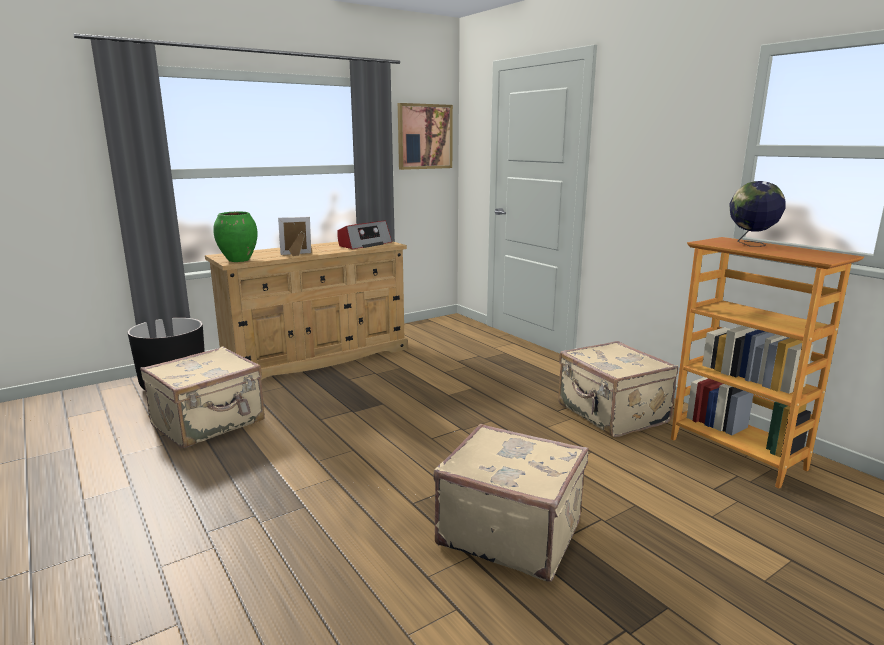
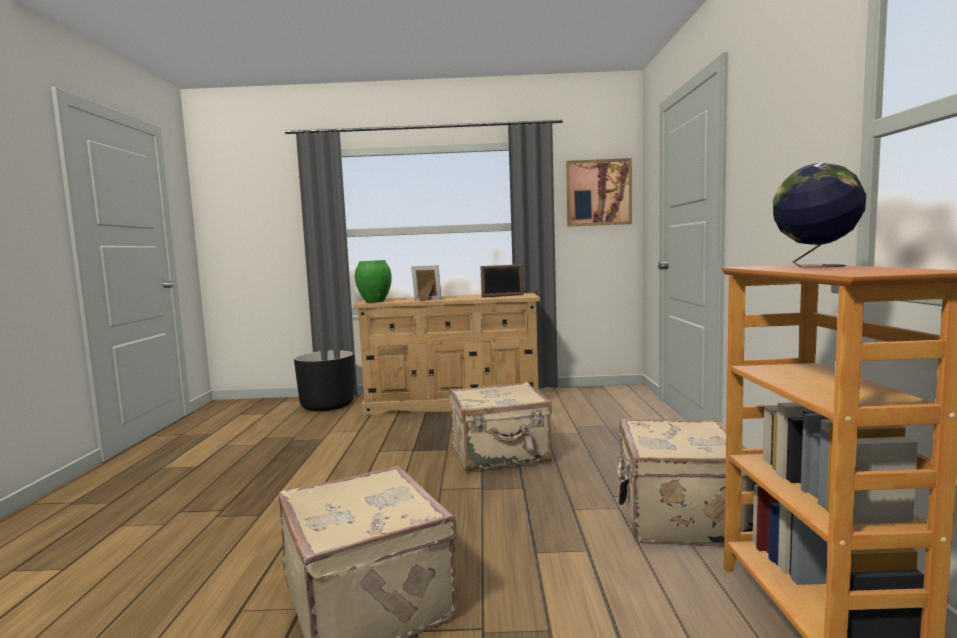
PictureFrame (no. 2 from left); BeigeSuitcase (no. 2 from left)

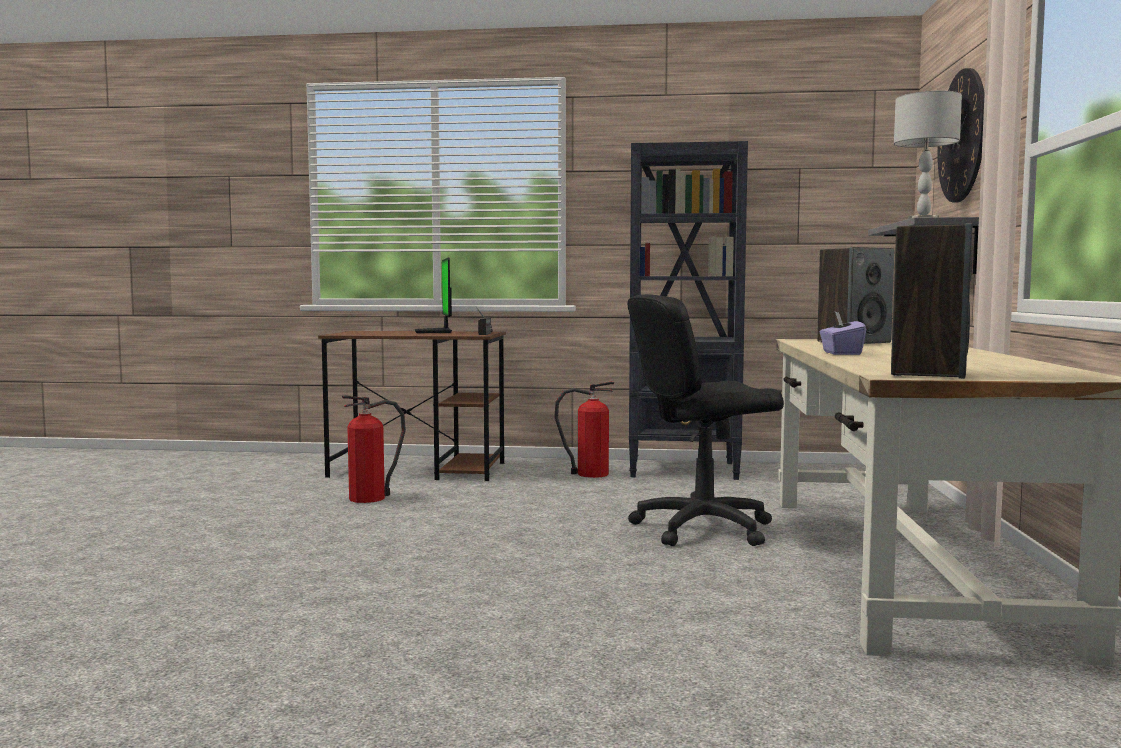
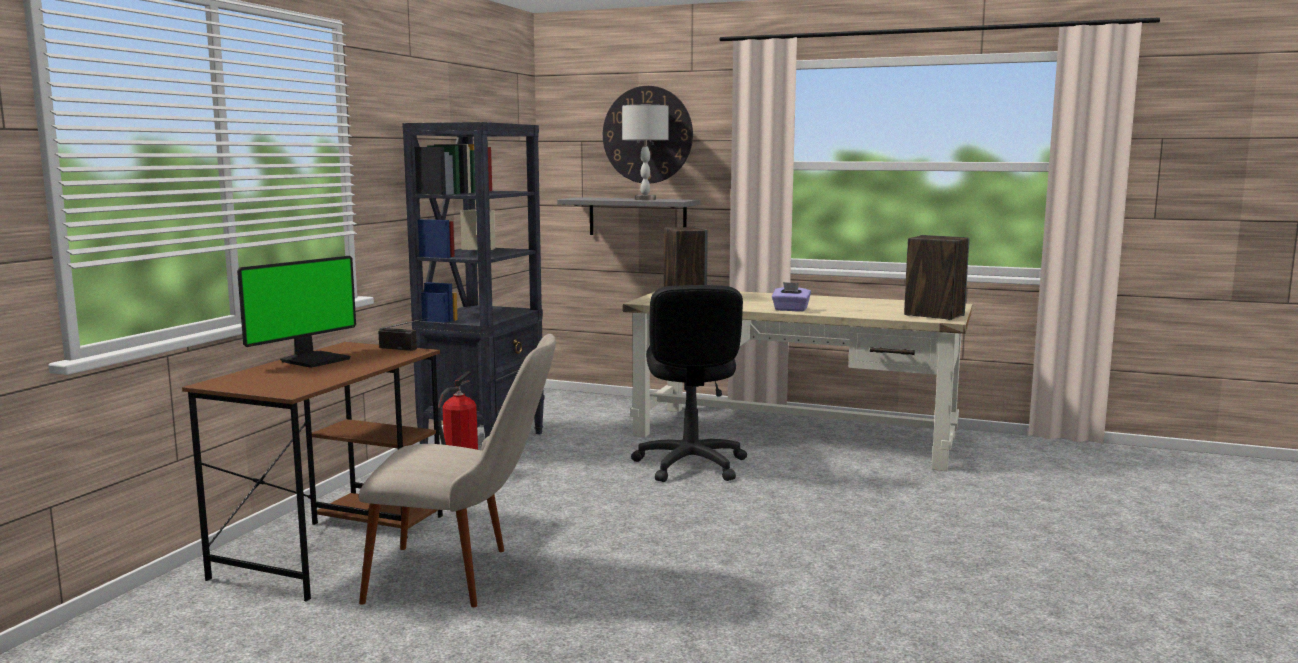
Monitor; BeigeChair

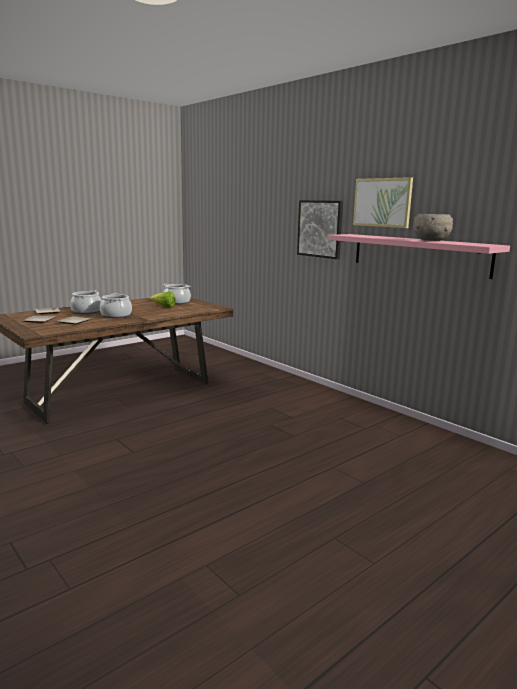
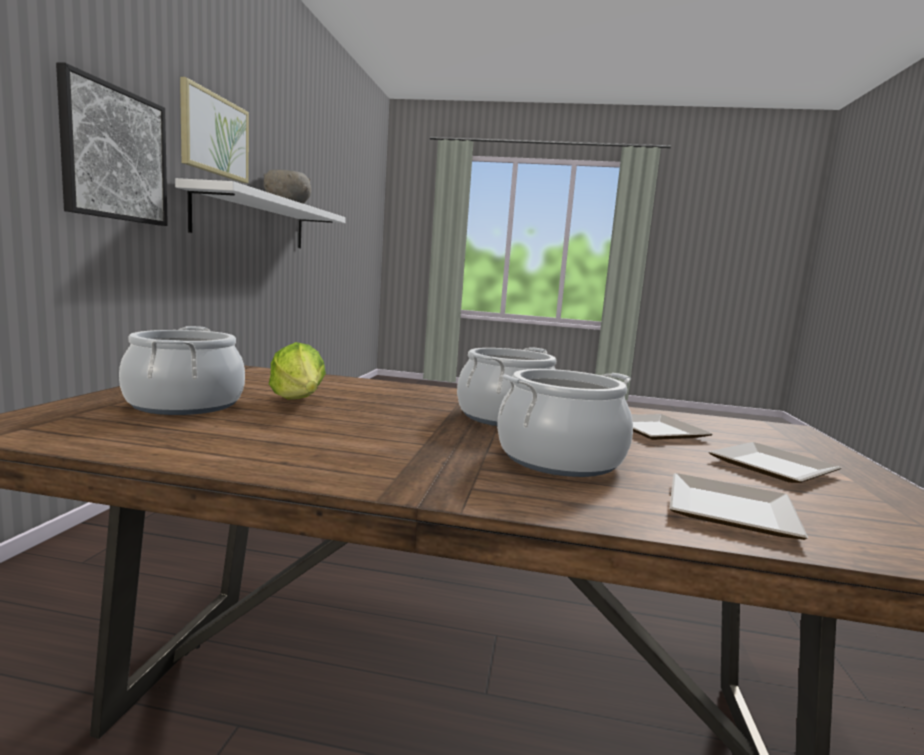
WhiteShelf

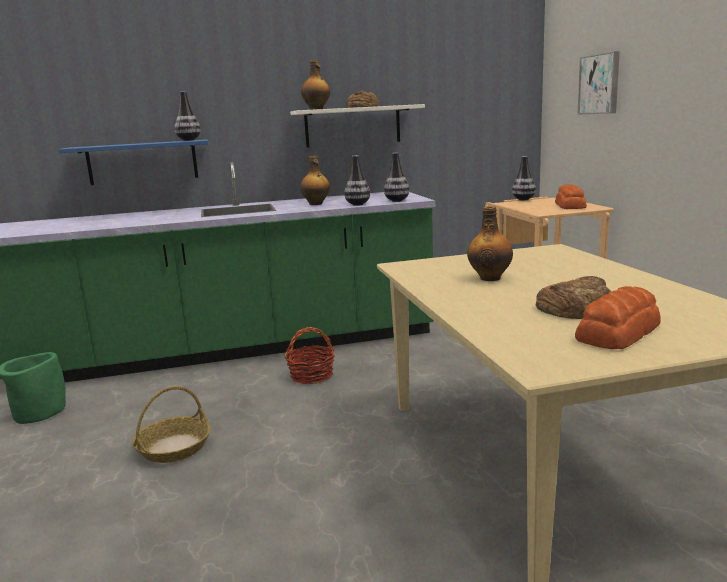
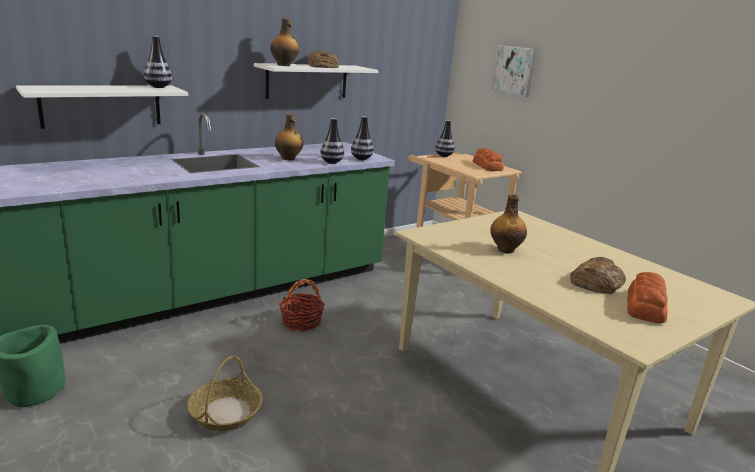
WhiteShelf (no. 1 from left)

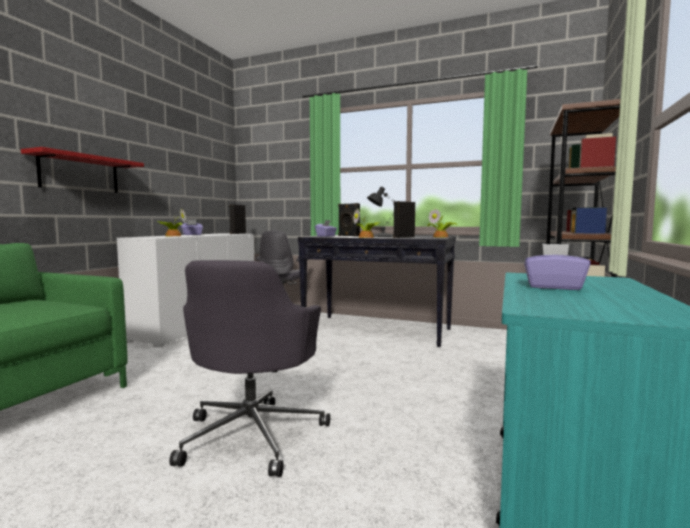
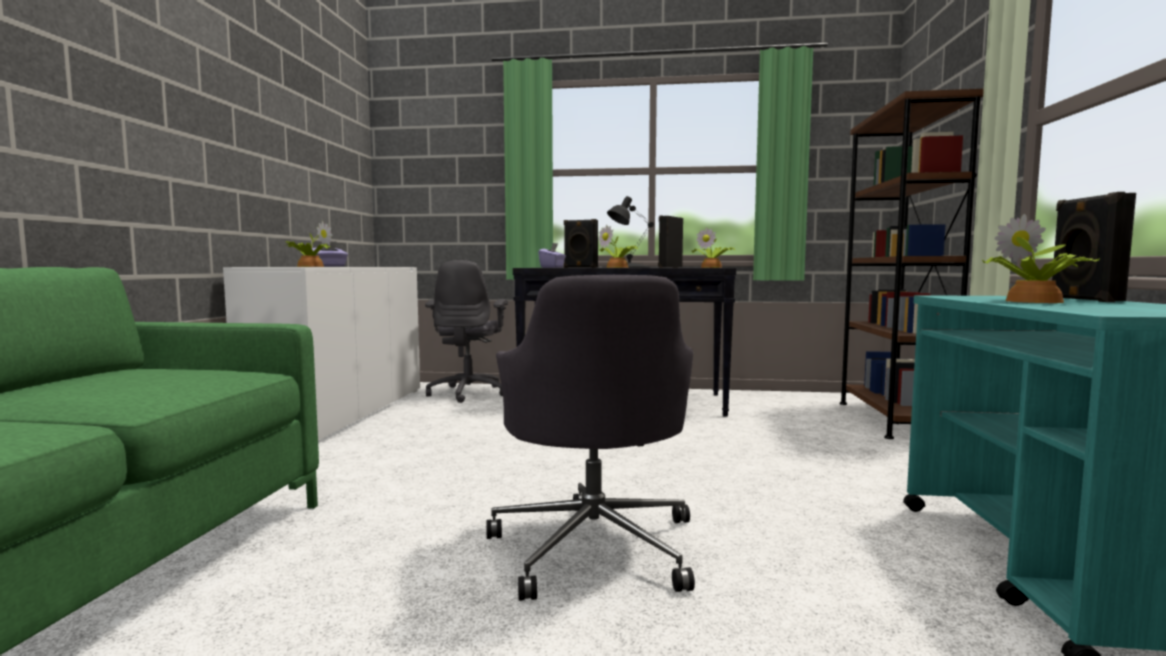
RedShelf; BlackSpeaker (no. 3 from left); PottedPlant (no. 4 from left)

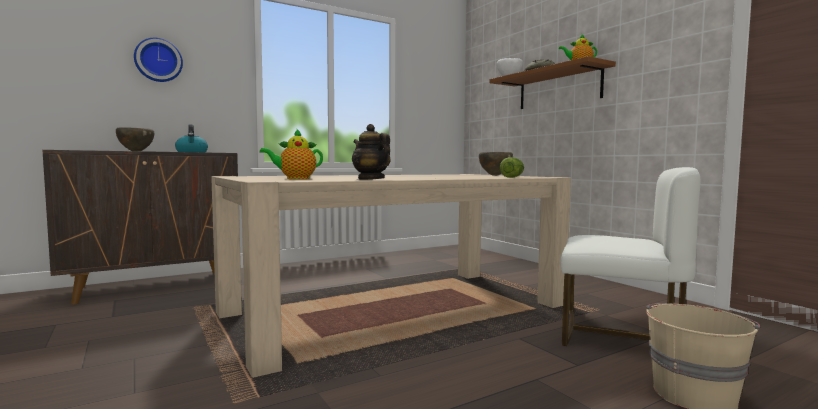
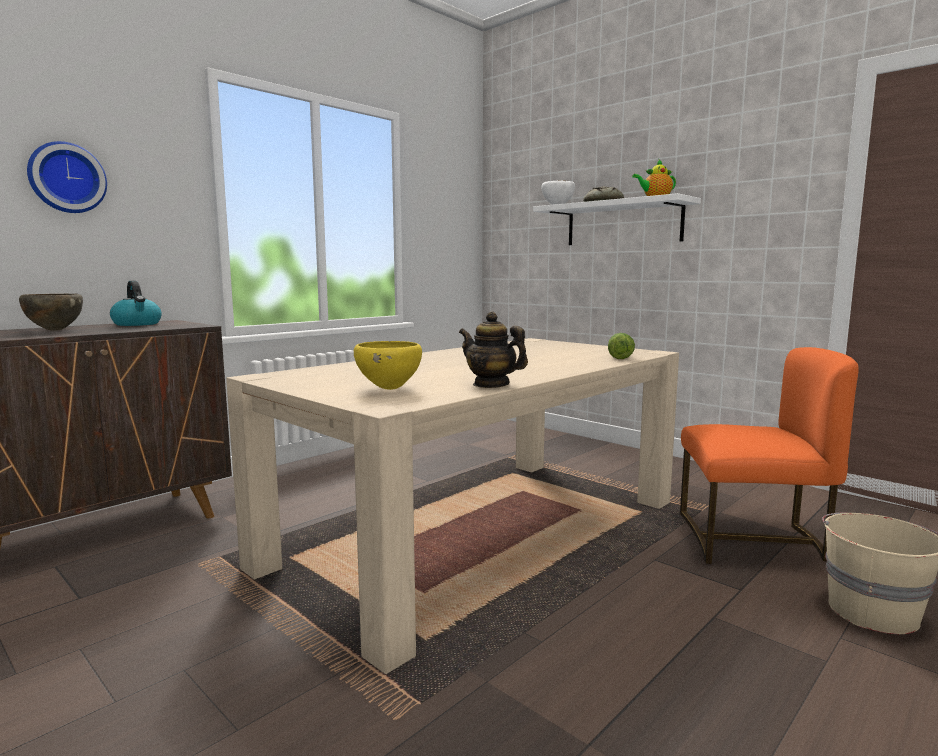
WhiteShelf; YellowBowl; BrownBowl (no. 2 from left in the first image); OrangeChair

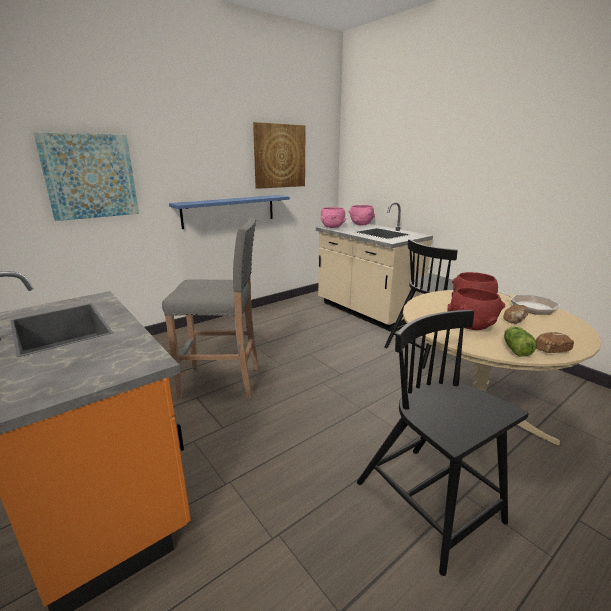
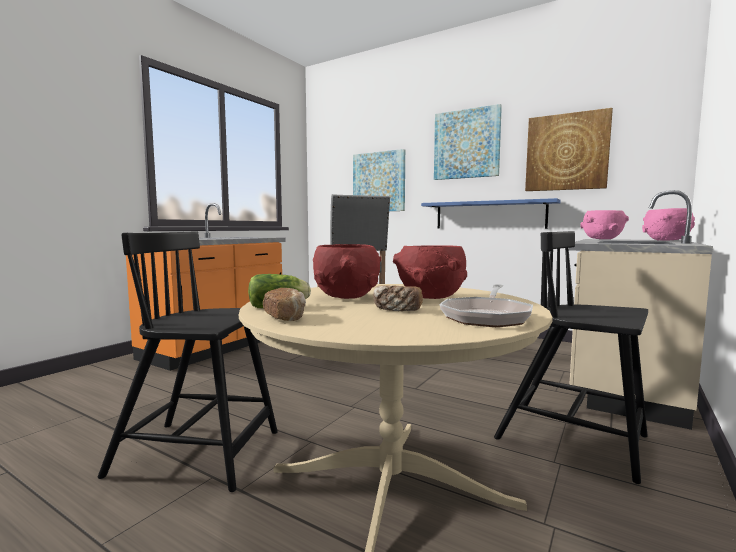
BlackChair (no. 1 from left); Picture (no. 2 from left)

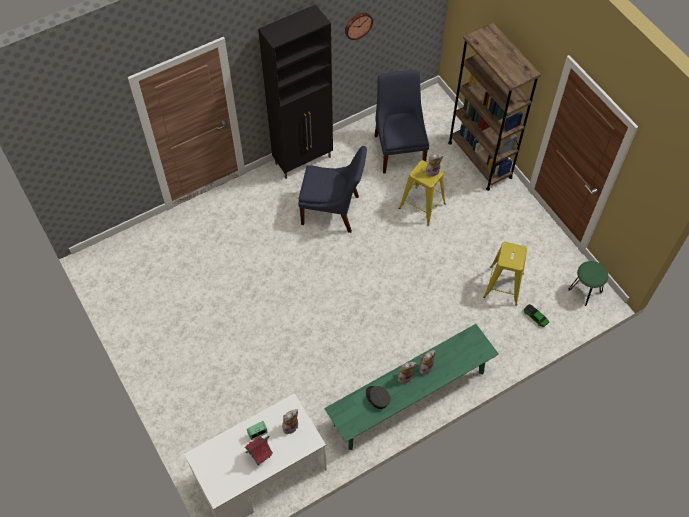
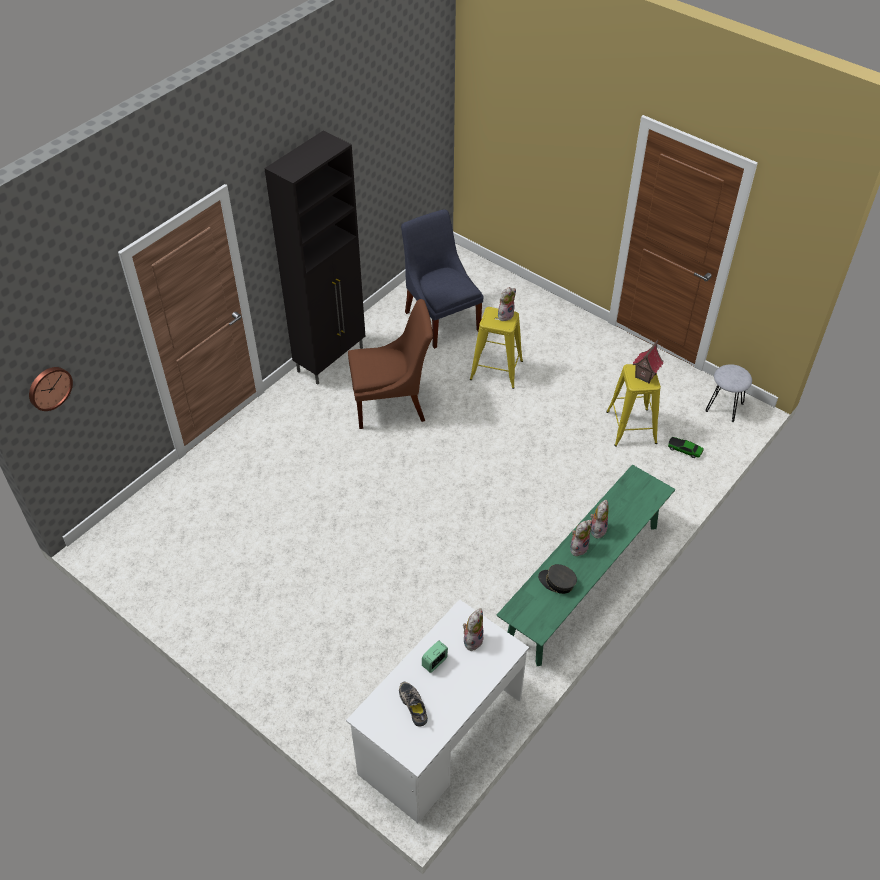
WallClock; BrownBookcase; BrownChair; GreyStool; ToyHouse; Shoe

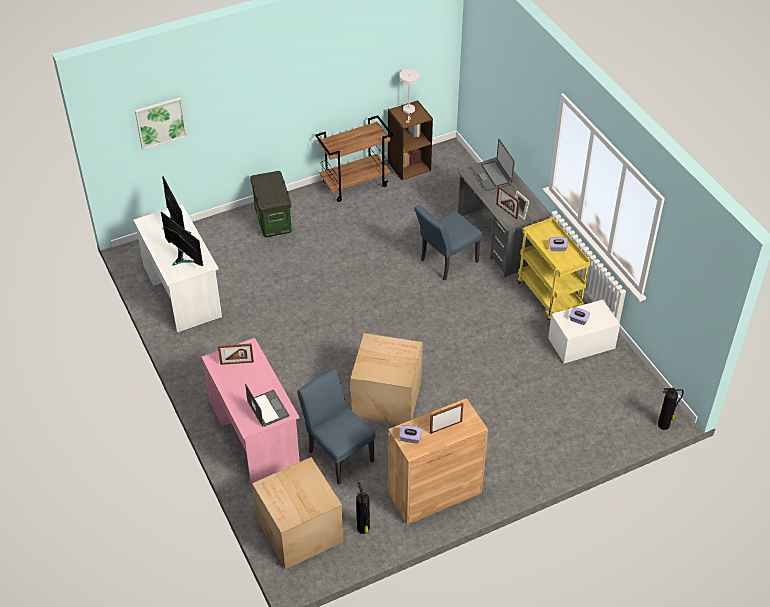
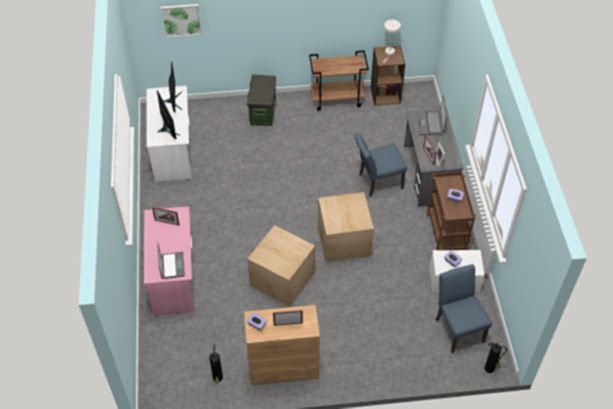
BrownCart (no. 2 from left); BlueChair (no. 2 from left); CardboardBox (no. 2 from left)

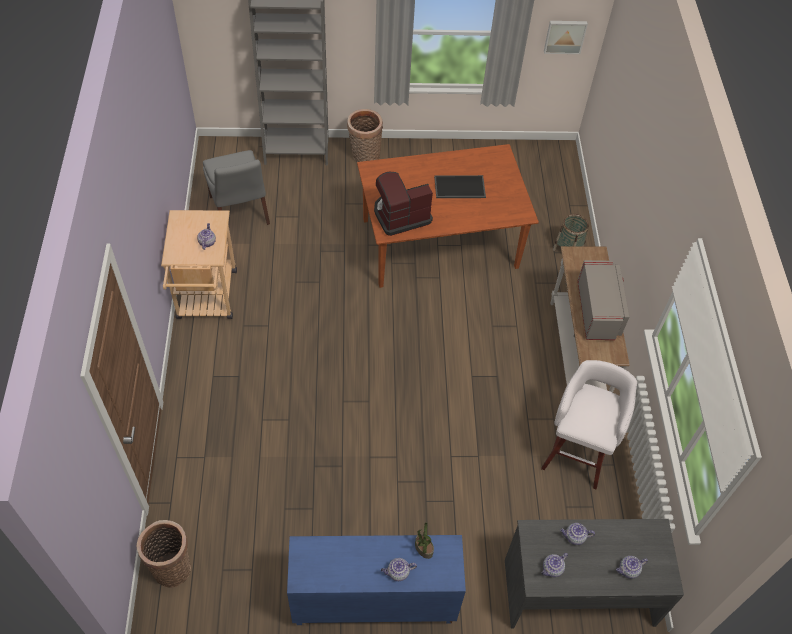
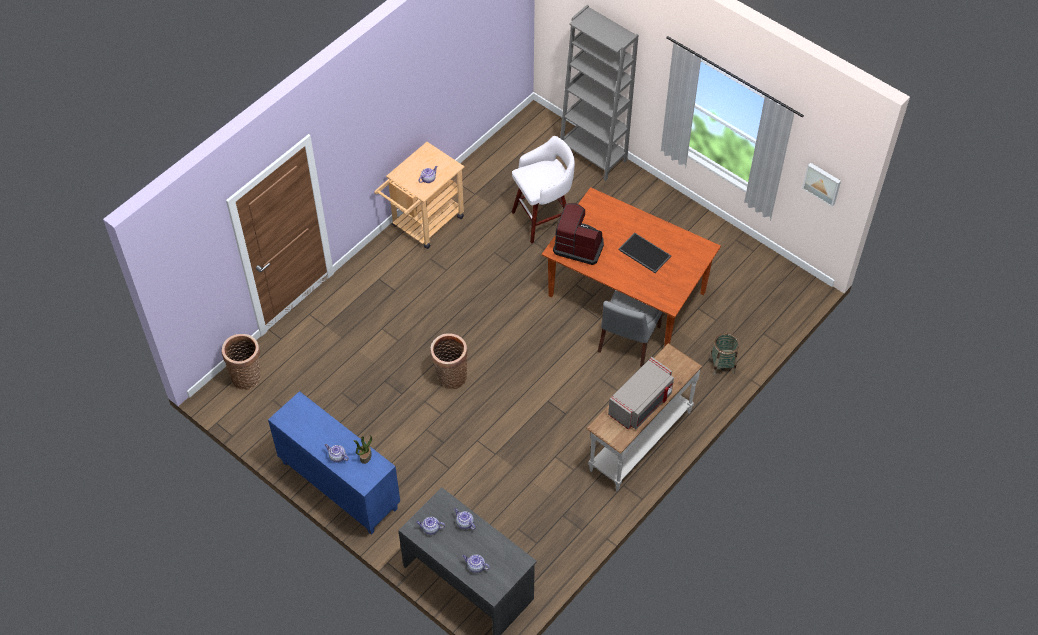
Basket (no. 2 from left); GreyChair; WhiteStool

